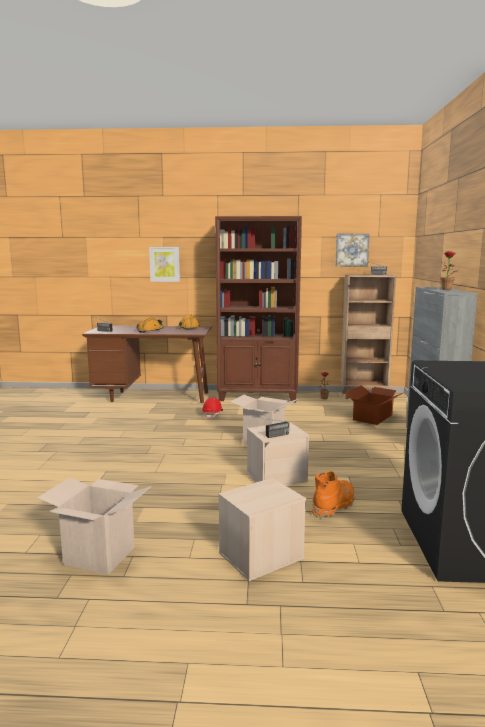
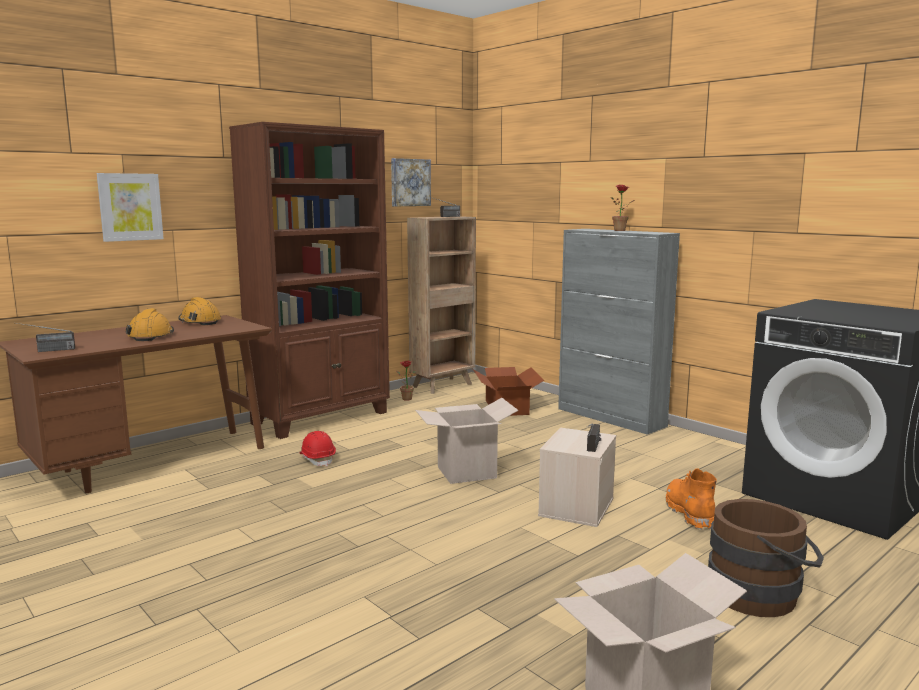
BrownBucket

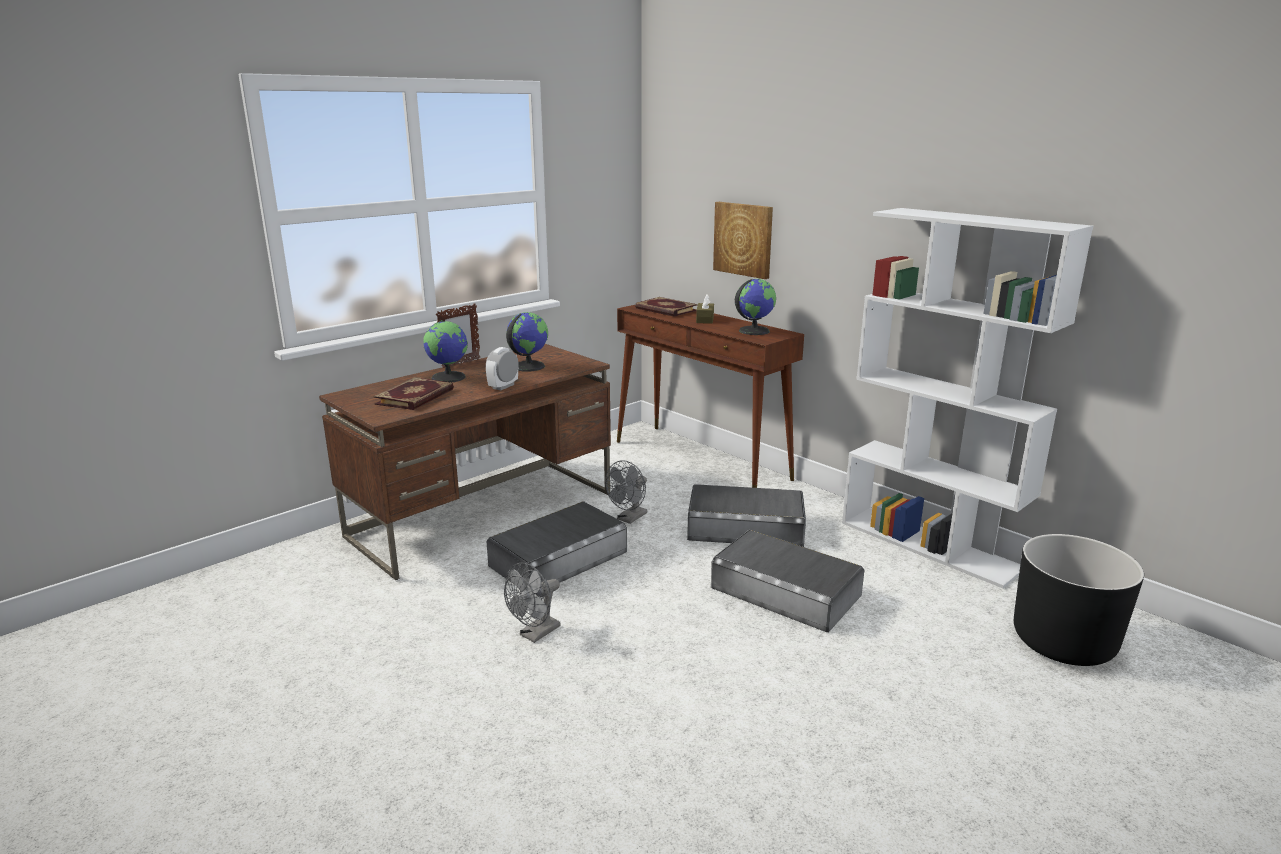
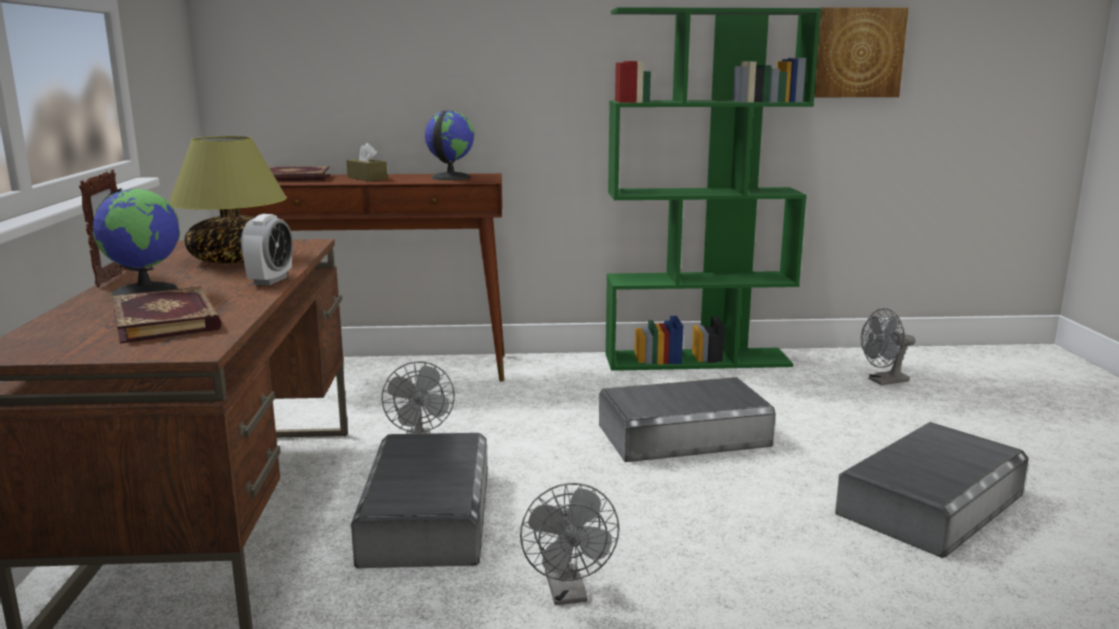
Picture; GreenBookcase; TableLamp; AlarmClock; GreyStorageBox (no. 3 from left); GreyFan (no. 3 from left)

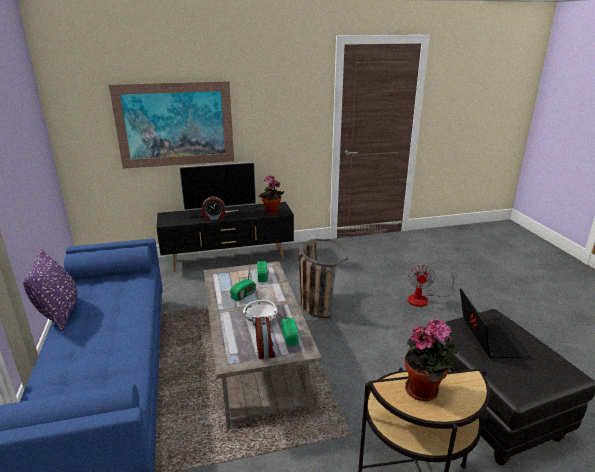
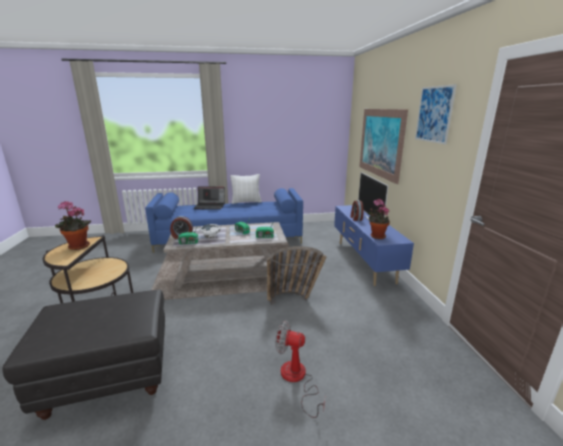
BlueTvStand; WhitePillow; Laptop; Picture (no. 2 from left)

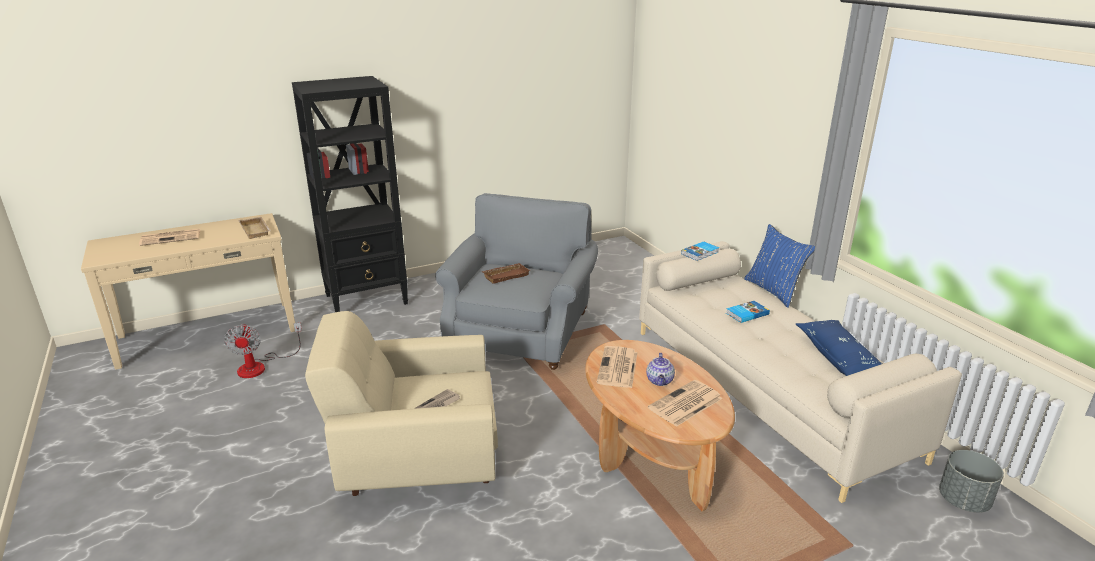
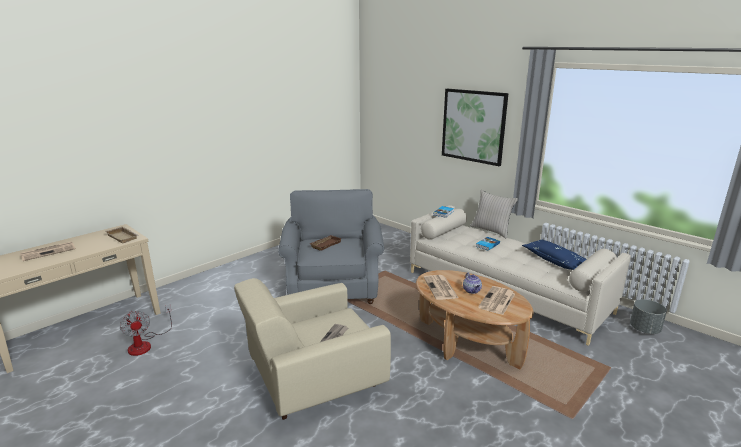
BlackBookcase; BeigePillow; Picture

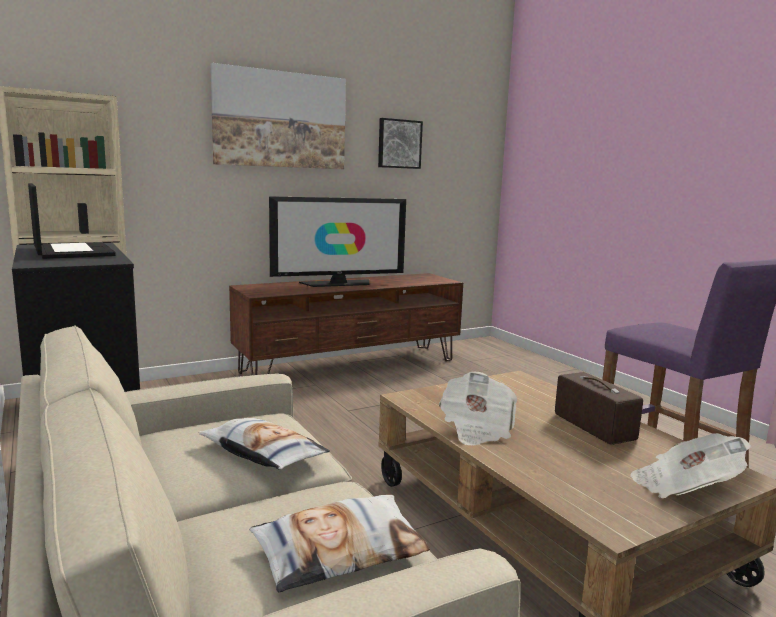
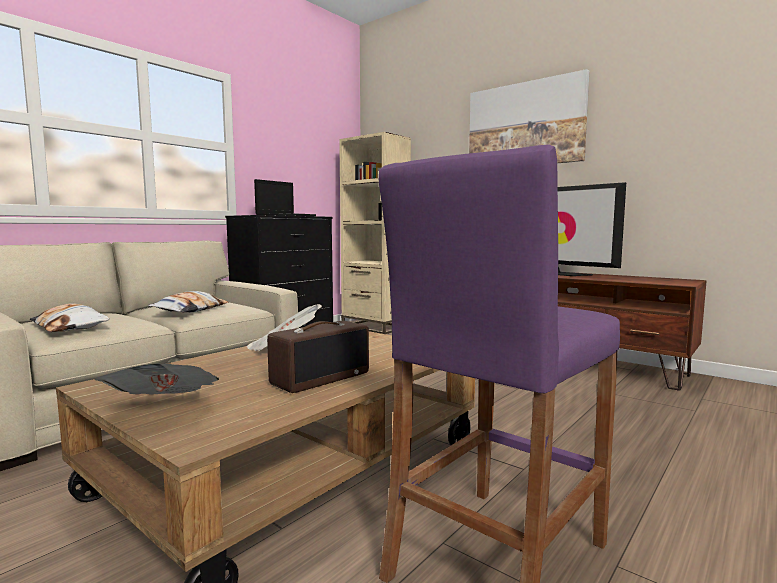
Picture (no. 2 from left in the first image)

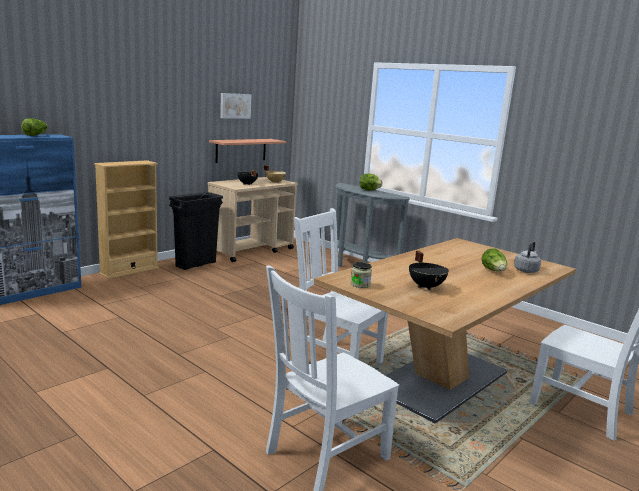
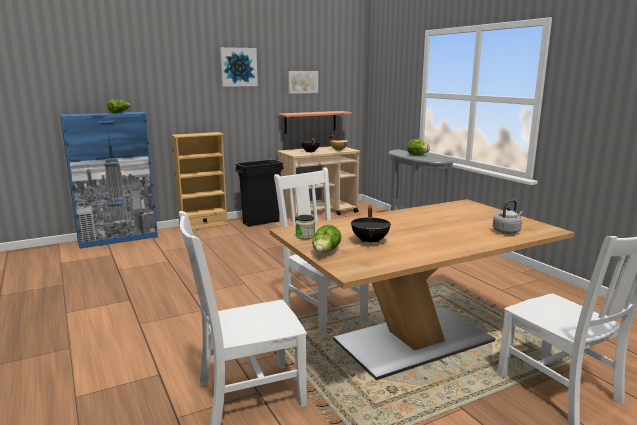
Lettuce (no. 2 from left); Picture (no. 1 from left)

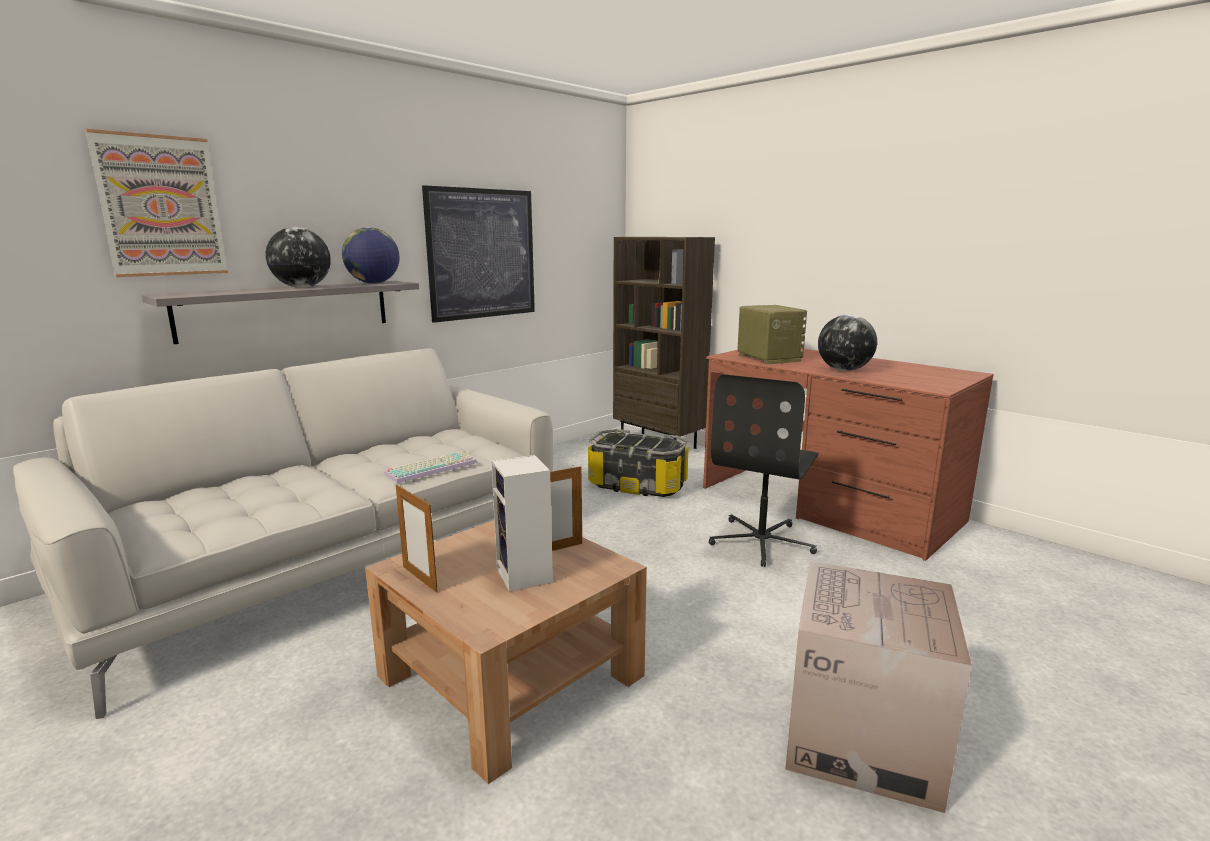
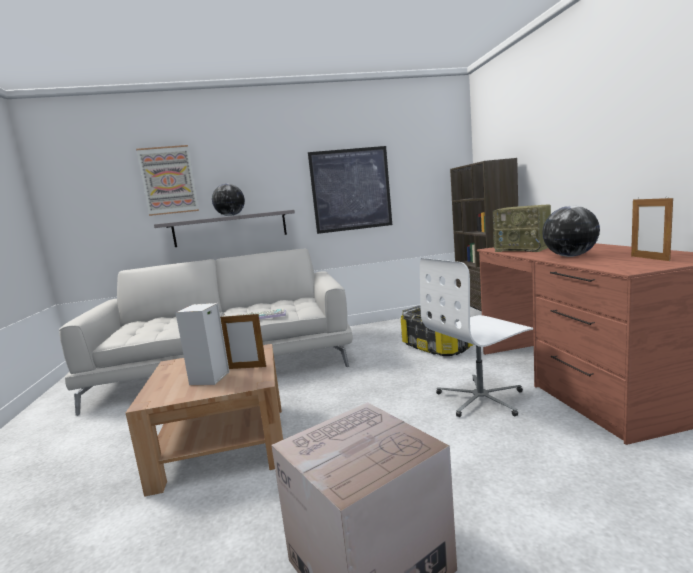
Globe (no. 2 from left in the first image); Radio; WhiteOfficeChair; PictureFrame (no. 2 from left)

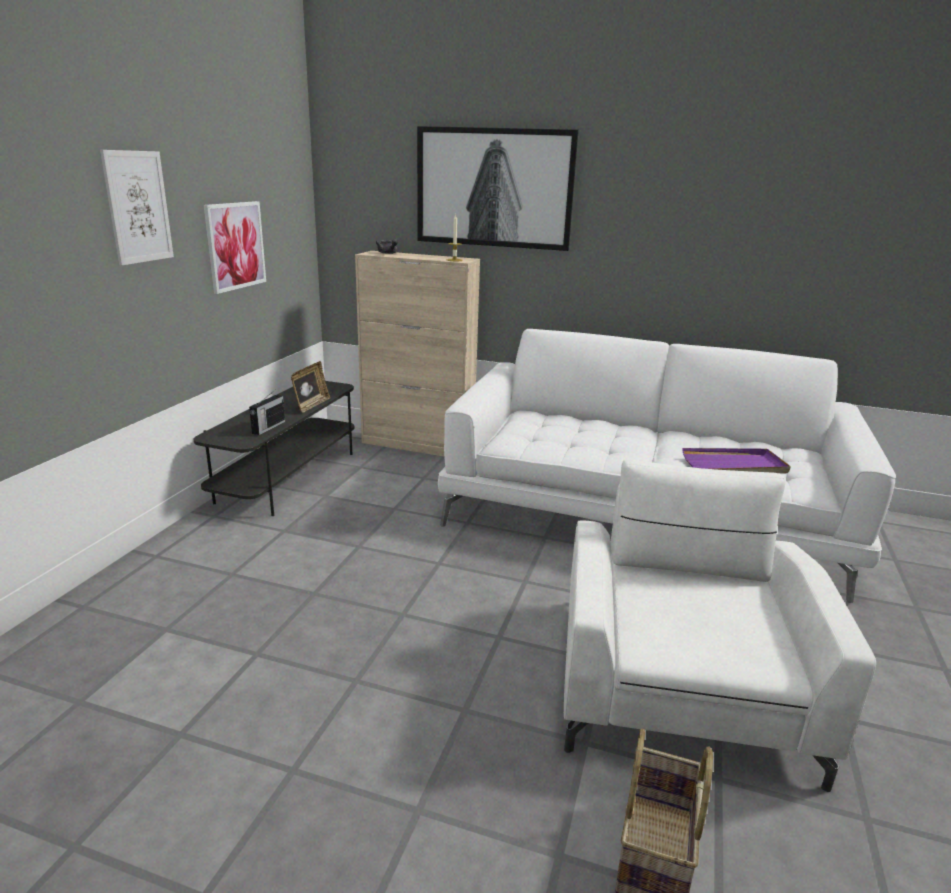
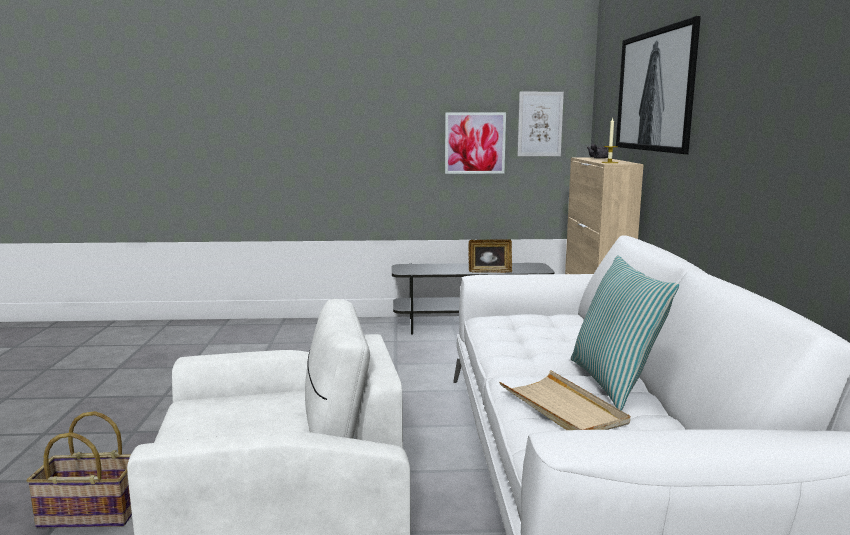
Picture (no. 2 from left); Radio; BeigeTray; Pillow

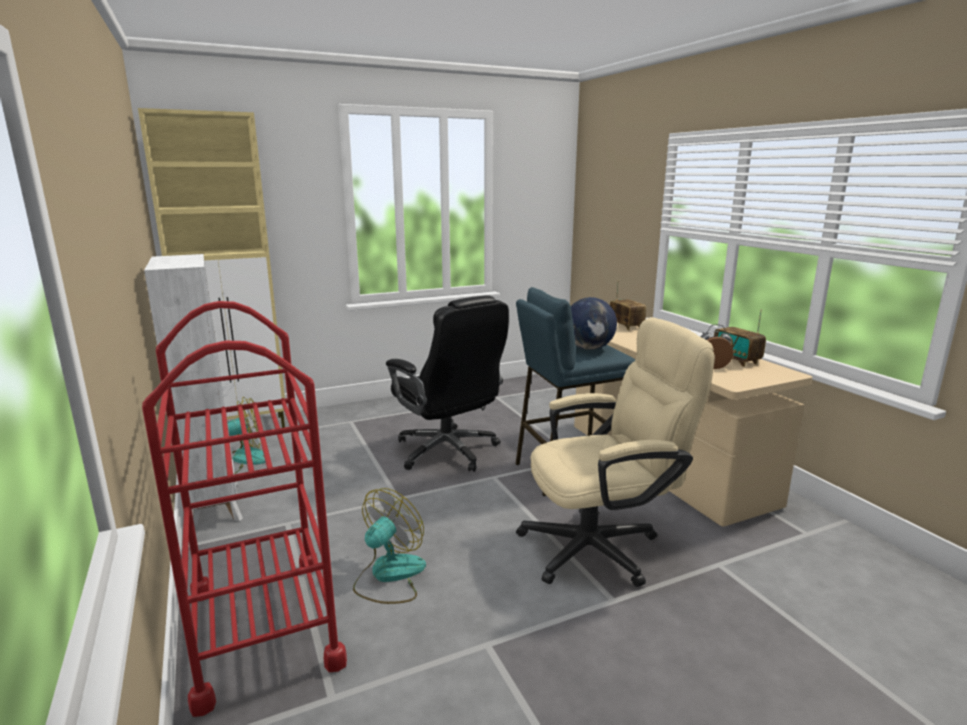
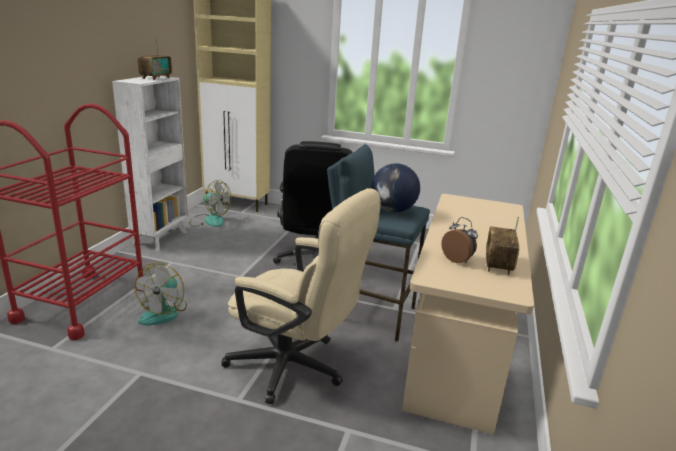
Radio (no. 1 from left); Fan (no. 1 from left)

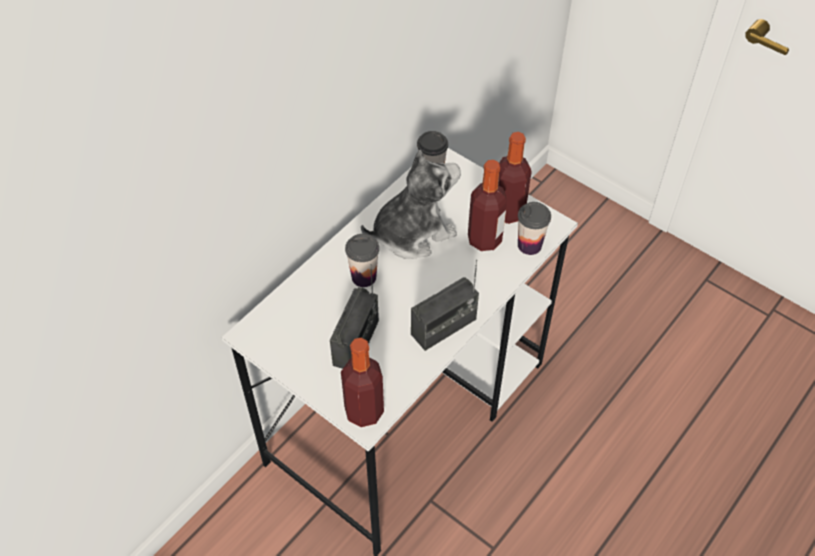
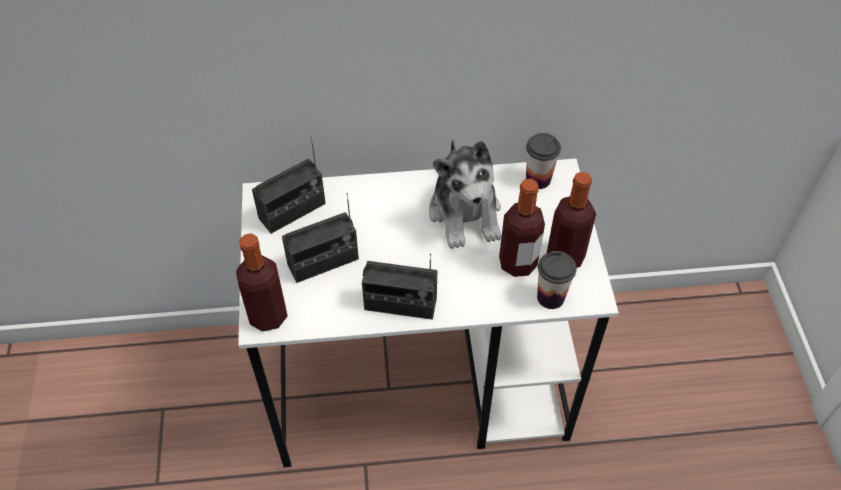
PlushToy; Cup (no. 1 from left in the first image); Radio (no. 1 from left)

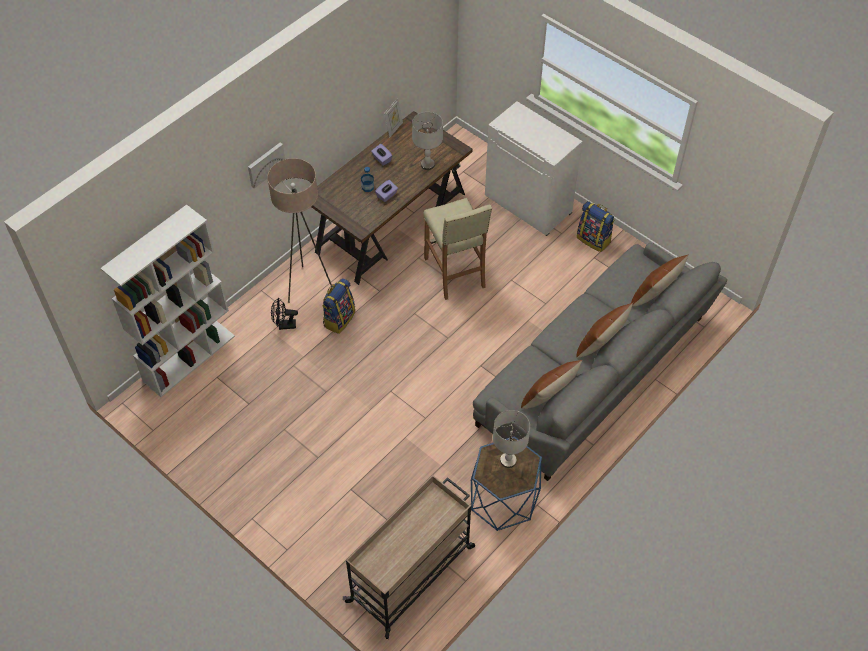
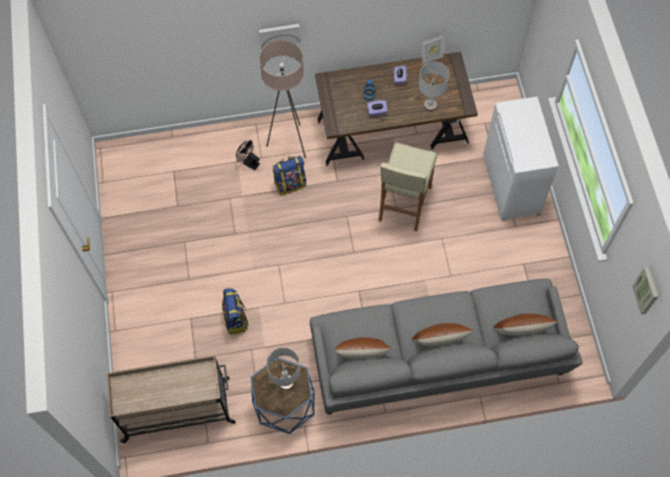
Backpack (no. 1 from left); WhiteBookcase; Picture (no. 2 from left)

